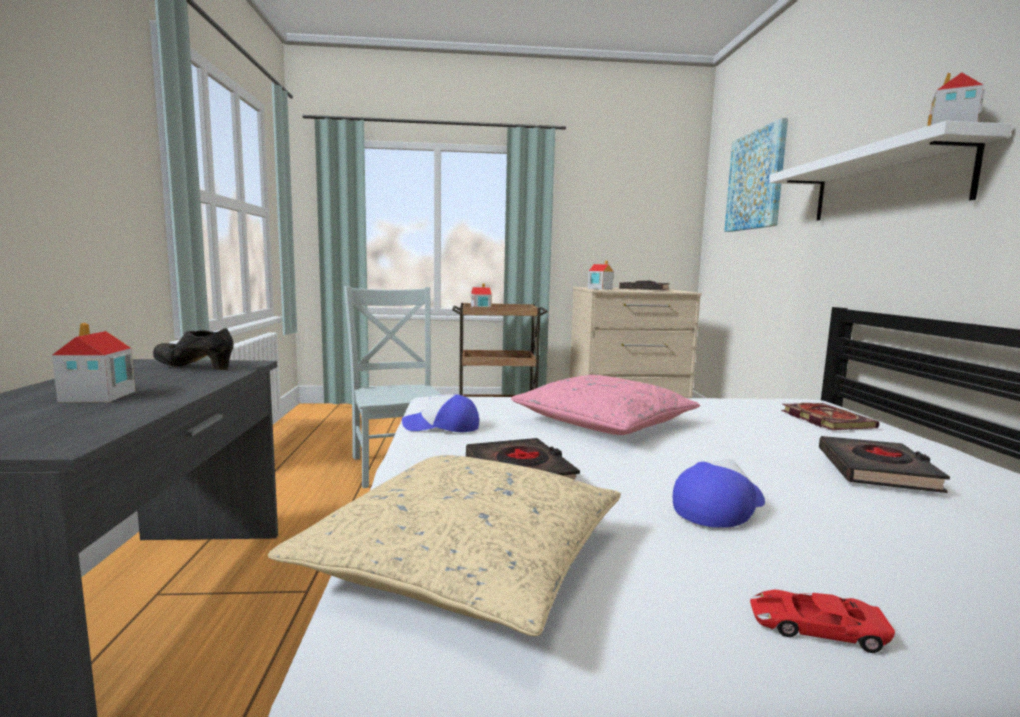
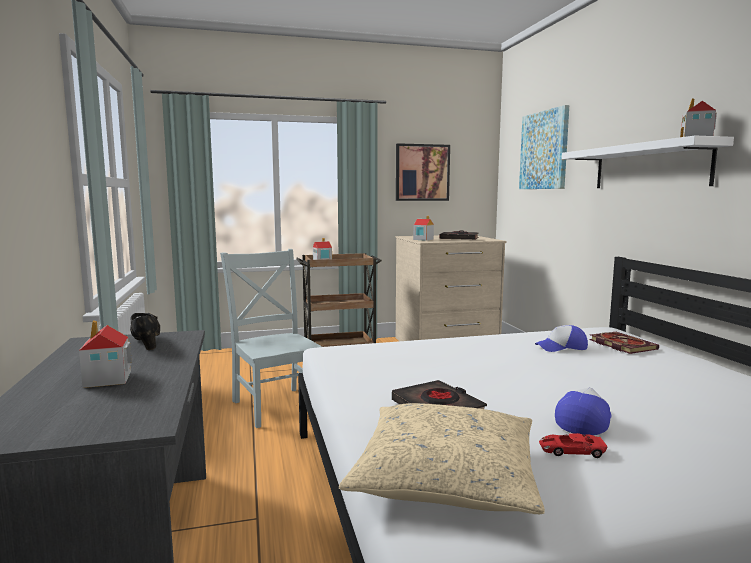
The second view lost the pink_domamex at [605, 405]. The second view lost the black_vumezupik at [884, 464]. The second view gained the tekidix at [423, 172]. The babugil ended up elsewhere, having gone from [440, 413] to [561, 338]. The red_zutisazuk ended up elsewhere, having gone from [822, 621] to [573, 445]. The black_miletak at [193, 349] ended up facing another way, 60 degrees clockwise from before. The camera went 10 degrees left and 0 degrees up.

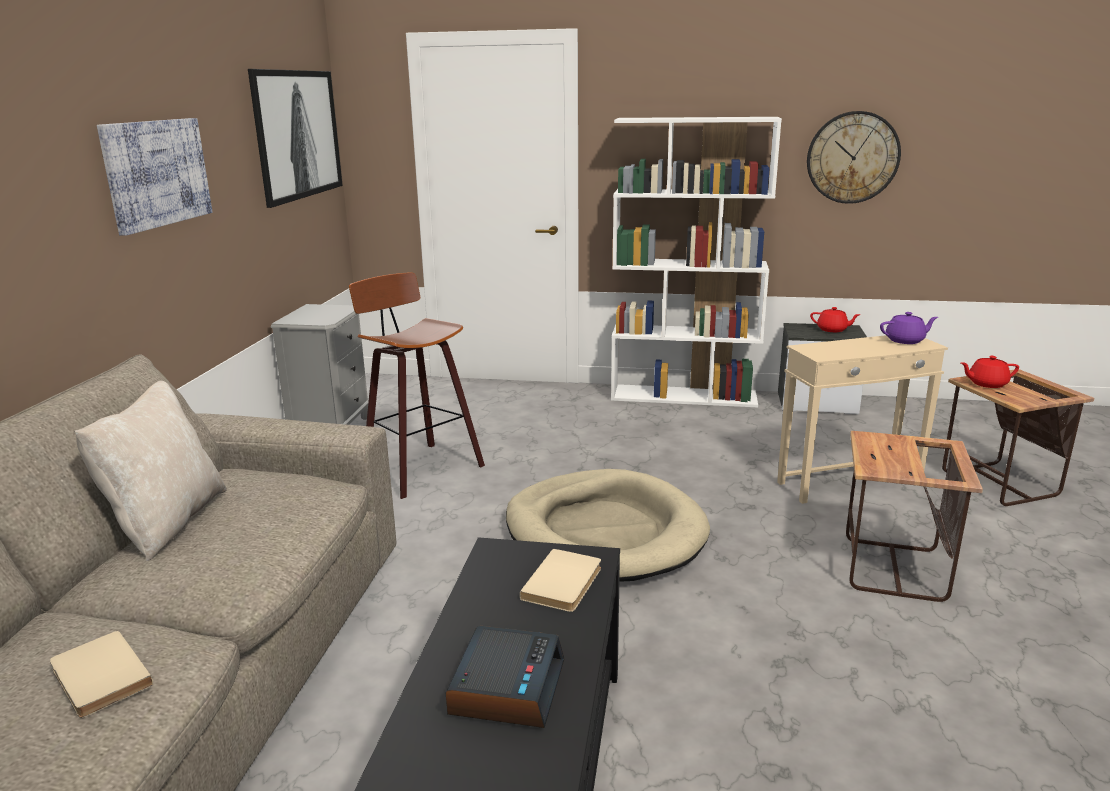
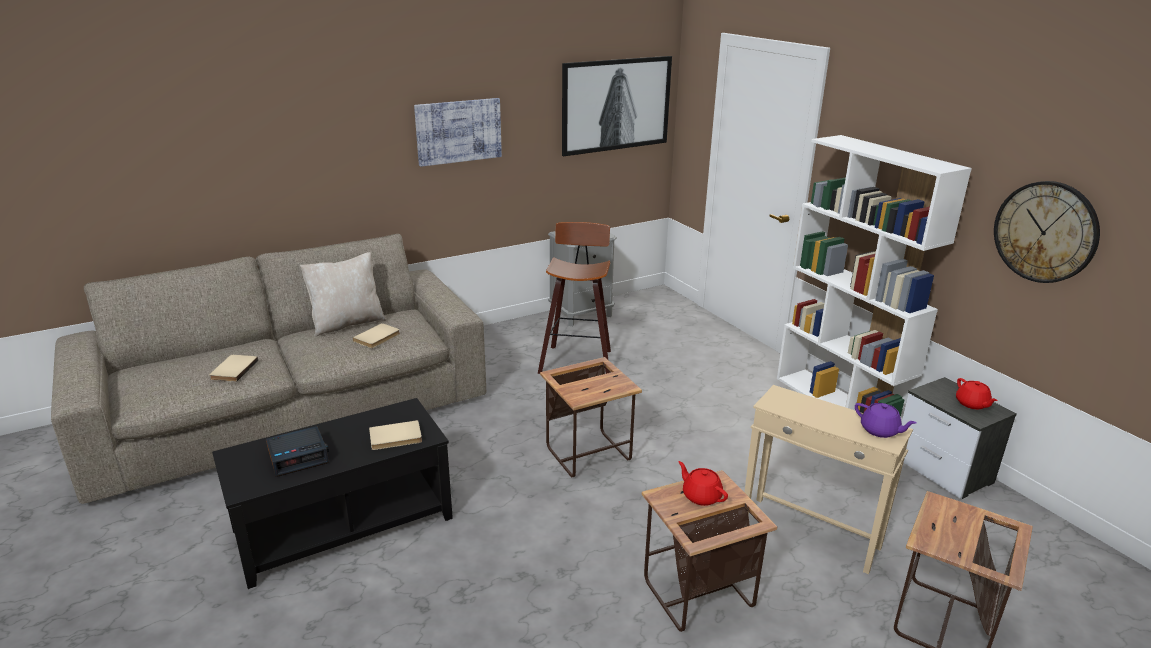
The second view gained the beige_vumezupik at [376, 335]. The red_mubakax ended up elsewhere, having gone from [990, 372] to [703, 483]. Where the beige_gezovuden stood at [608, 525], the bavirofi came to stand at [591, 417]. The camera went 50 degrees right and 5 degrees up.

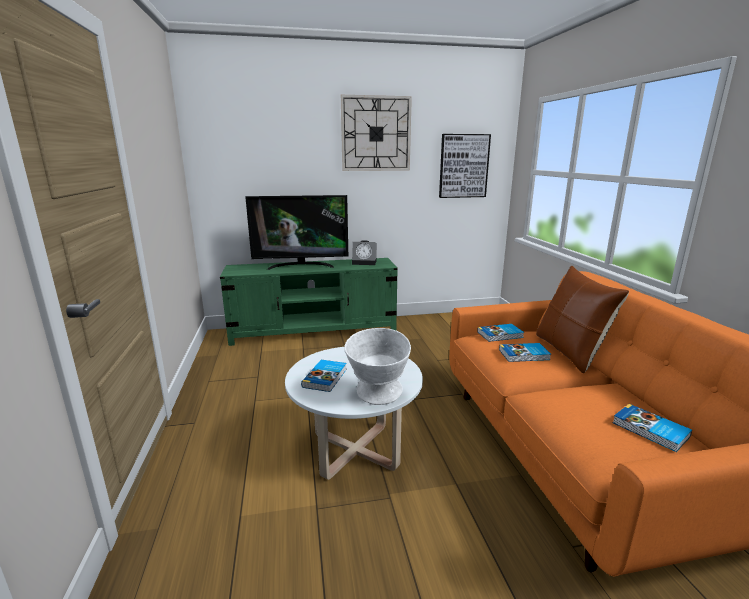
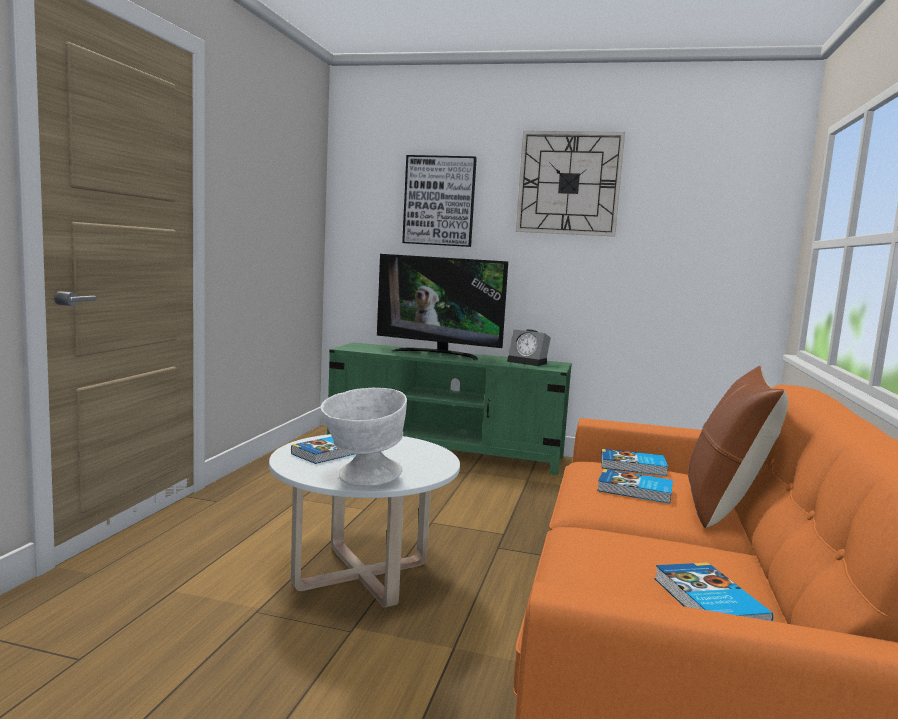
The tekidix ended up elsewhere, having gone from [465, 166] to [439, 201]. The camera went 25 degrees right and 10 degrees down.

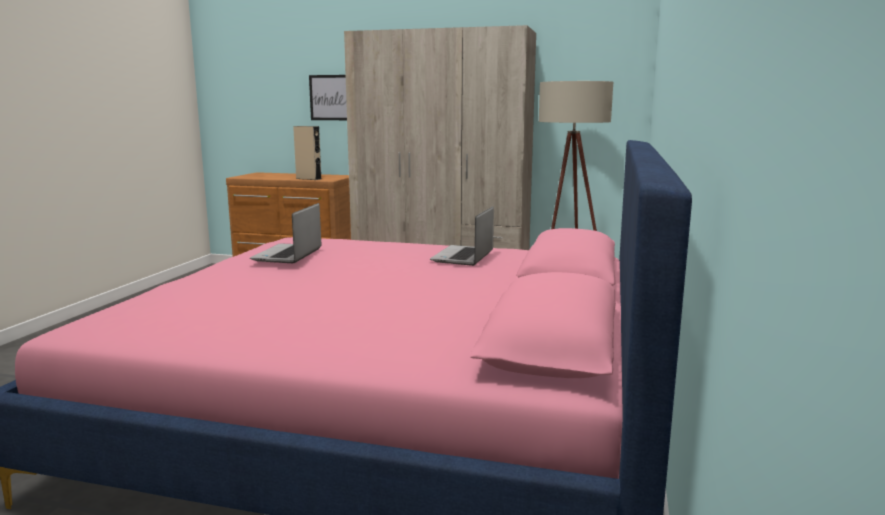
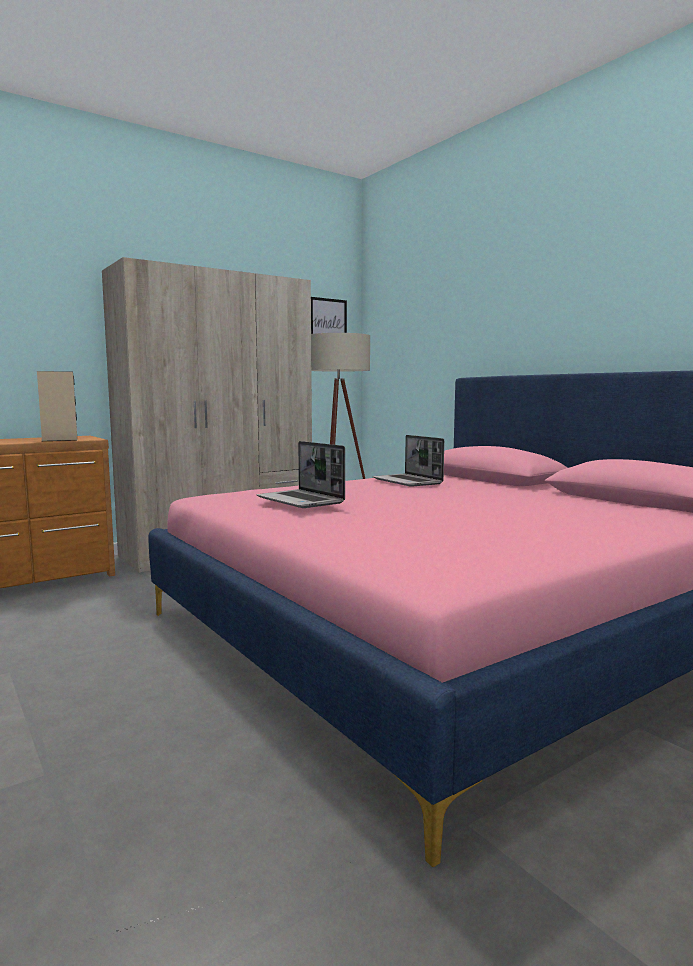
The tekidix ended up elsewhere, having gone from [328, 97] to [329, 315]. The camera went 50 degrees left and 5 degrees down.

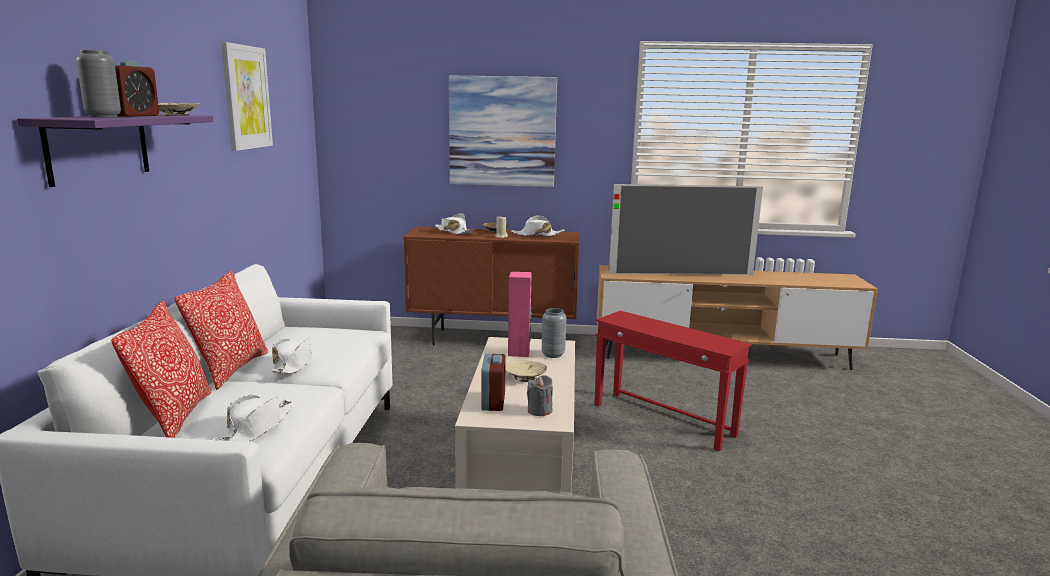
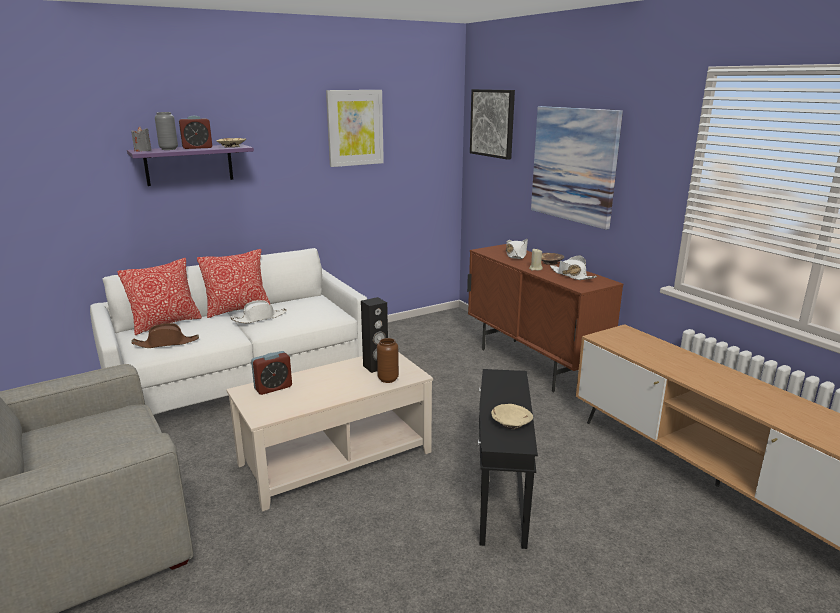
The second view lost the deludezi at [685, 229]. The second view gained the tekidix at [492, 124]. The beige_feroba ended up elsewhere, having gone from [526, 371] to [512, 416]. The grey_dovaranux ended up elsewhere, having gone from [540, 395] to [141, 139]. What was the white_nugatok at [252, 417] turned into the brown_nugatok at [165, 335]. What was the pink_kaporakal at [520, 314] turned into the black_kaporakal at [374, 335]. What was the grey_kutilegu at [554, 333] turned into the brown_kutilegu at [388, 360]. What was the red_bavirofi at [673, 381] turned into the black_bavirofi at [508, 459]. The camera went 55 degrees right and 5 degrees up.

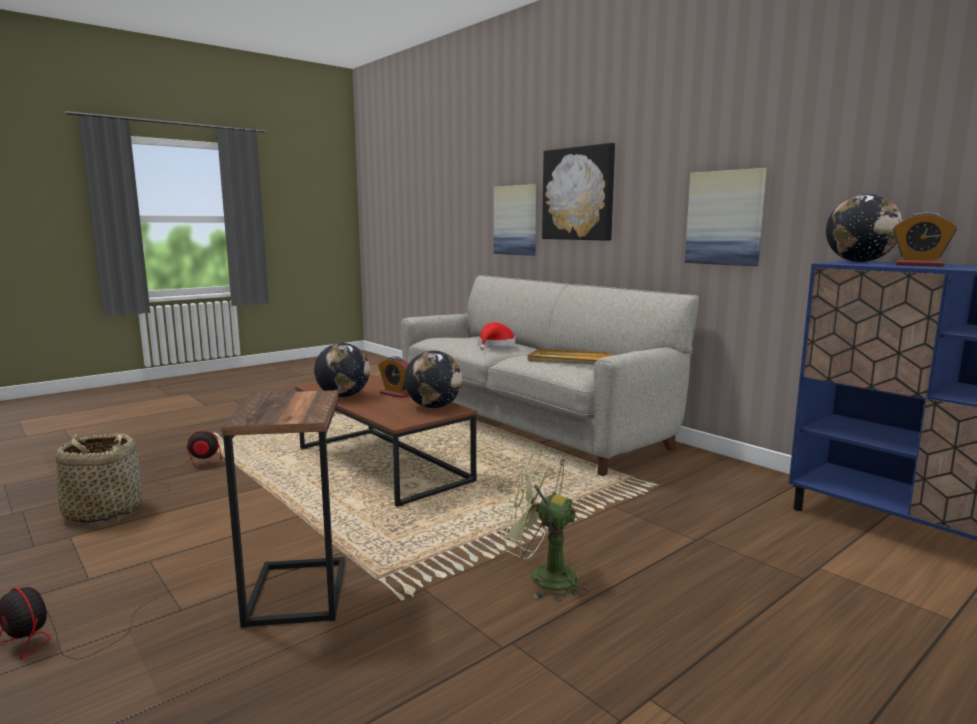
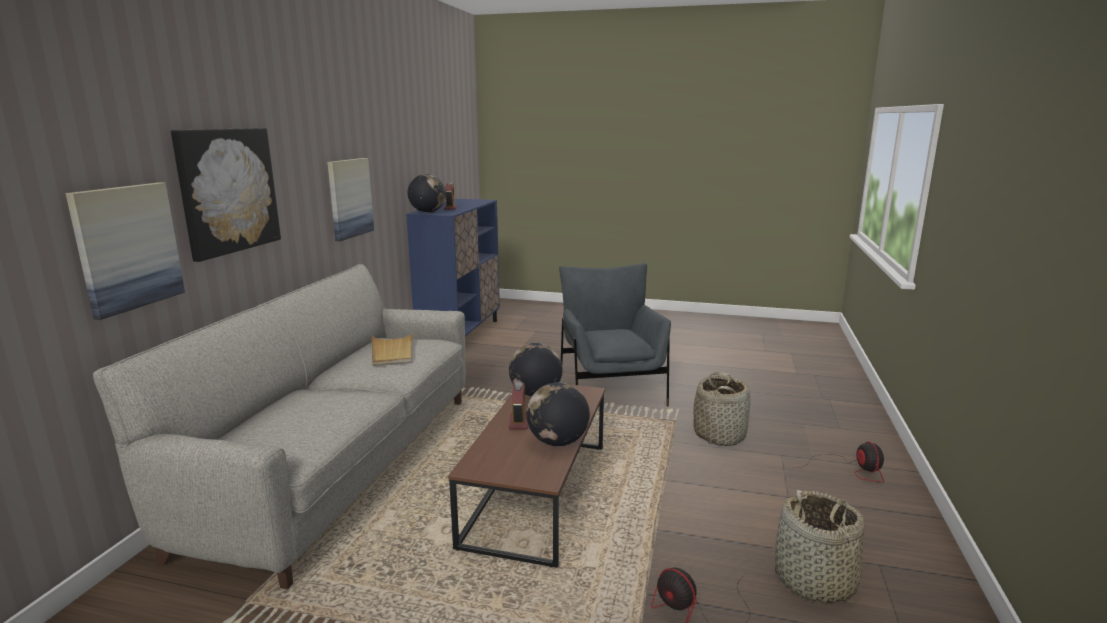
The second view lost the red_nugatok at [496, 336]. Where the bavirofi stood at [283, 509], the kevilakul came to stand at [721, 409]. Where the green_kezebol stood at [545, 526], the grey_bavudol came to stand at [615, 334]. The camera went 125 degrees left and 5 degrees up.

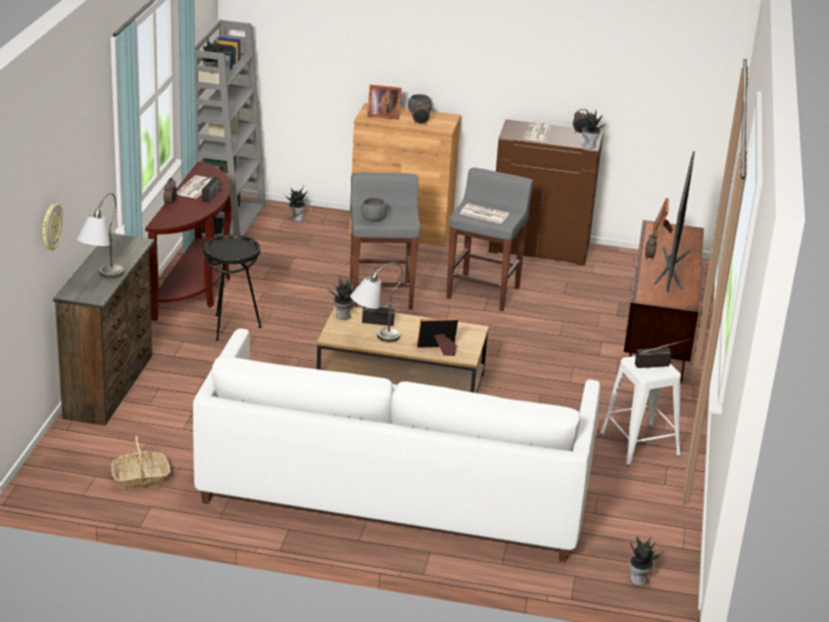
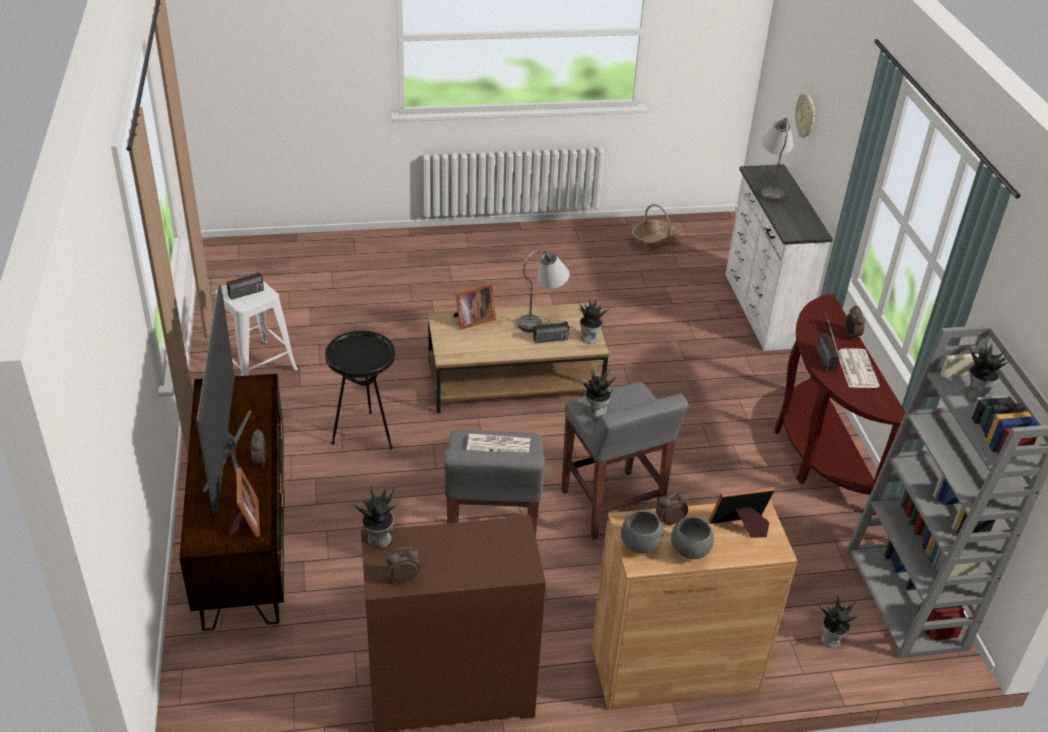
The second view lost the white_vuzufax at [396, 445]. The second view lost the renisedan at [537, 131]. The black_bavirofi ended up elsewhere, having gone from [232, 287] to [360, 390]. The grey_feroba ended up elsewhere, having gone from [374, 210] to [642, 532]. The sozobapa ended up elsewhere, having gone from [646, 560] to [597, 393]. What was the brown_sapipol at [103, 329] turned into the white_sapipol at [779, 257]. The camera went 160 degrees right and 10 degrees up.

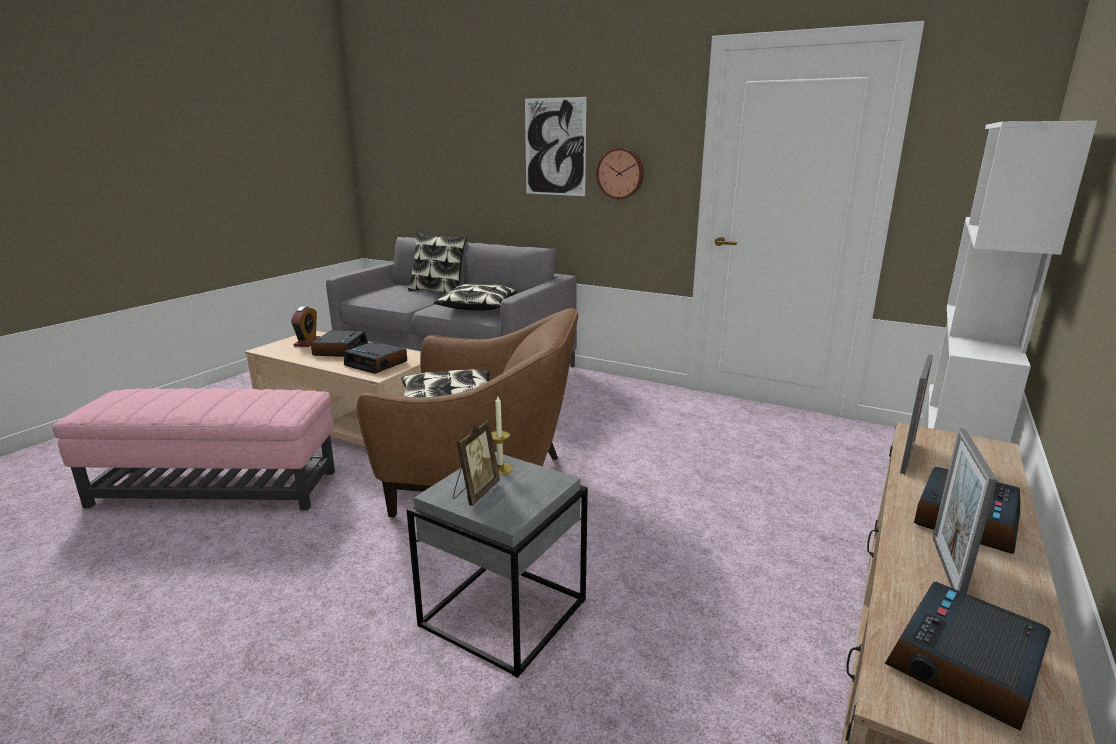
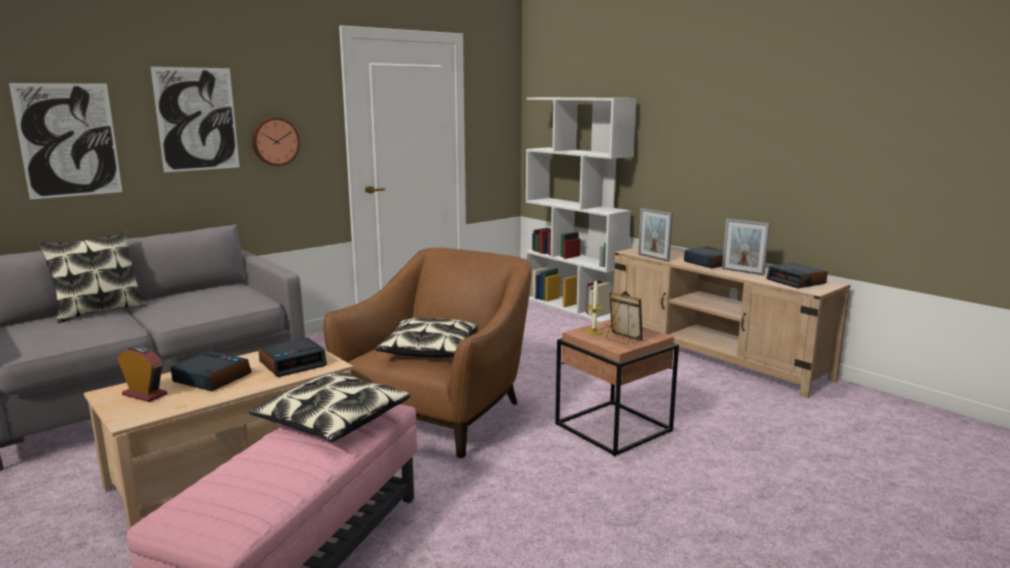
The second view gained the tekidix at [65, 141]. The domamex ended up elsewhere, having gone from [475, 297] to [329, 407]. What was the grey_bavirofi at [497, 565] turned into the brown_bavirofi at [617, 388]. The camera went 70 degrees left and 5 degrees down.

